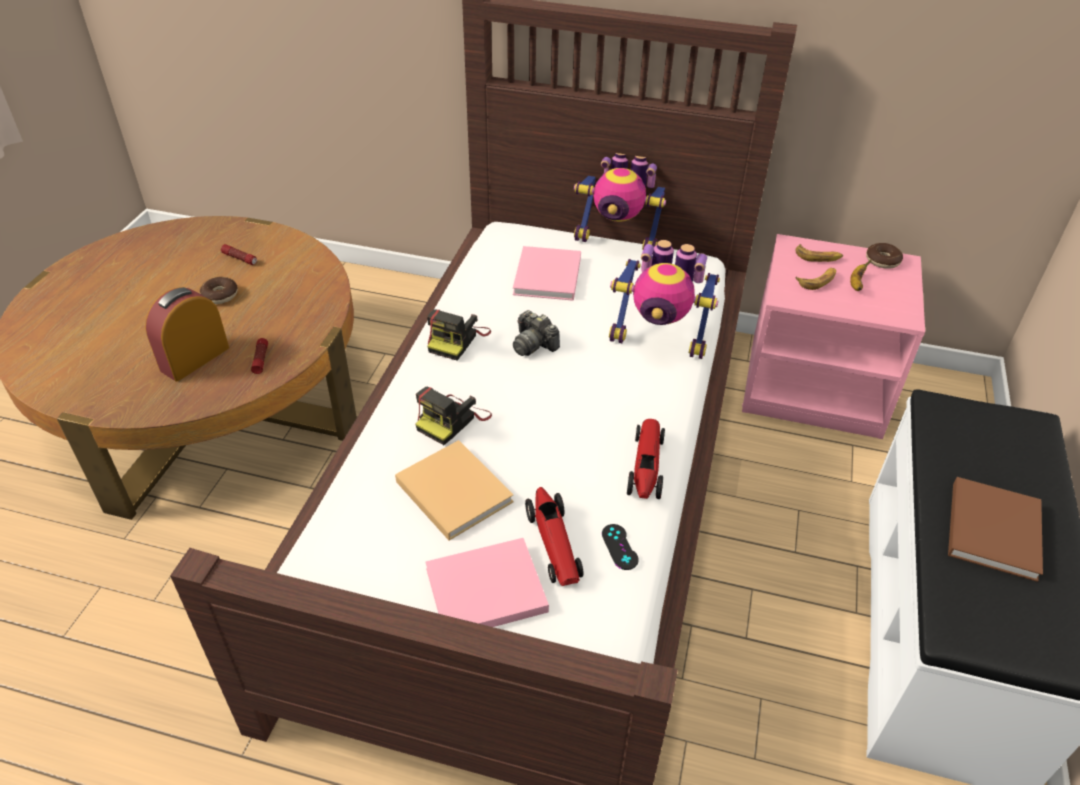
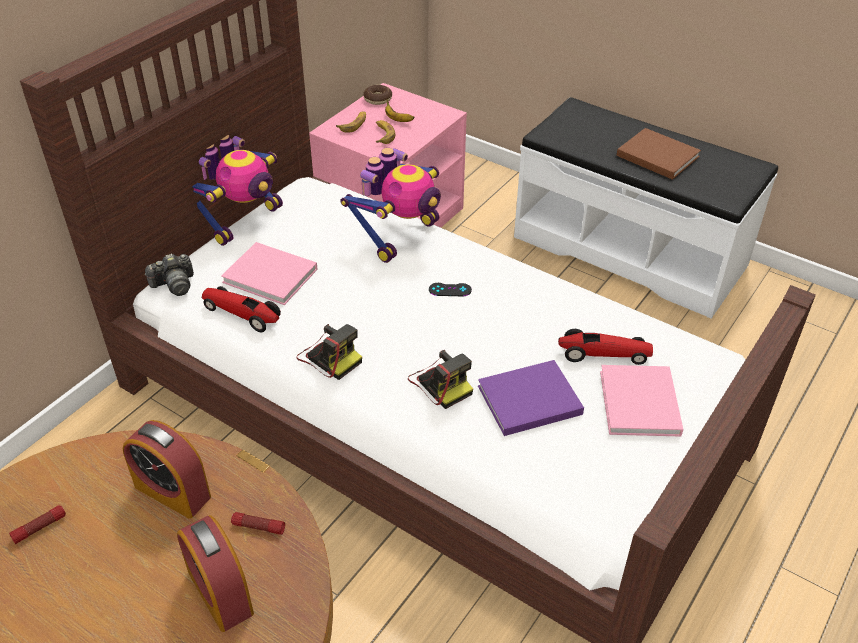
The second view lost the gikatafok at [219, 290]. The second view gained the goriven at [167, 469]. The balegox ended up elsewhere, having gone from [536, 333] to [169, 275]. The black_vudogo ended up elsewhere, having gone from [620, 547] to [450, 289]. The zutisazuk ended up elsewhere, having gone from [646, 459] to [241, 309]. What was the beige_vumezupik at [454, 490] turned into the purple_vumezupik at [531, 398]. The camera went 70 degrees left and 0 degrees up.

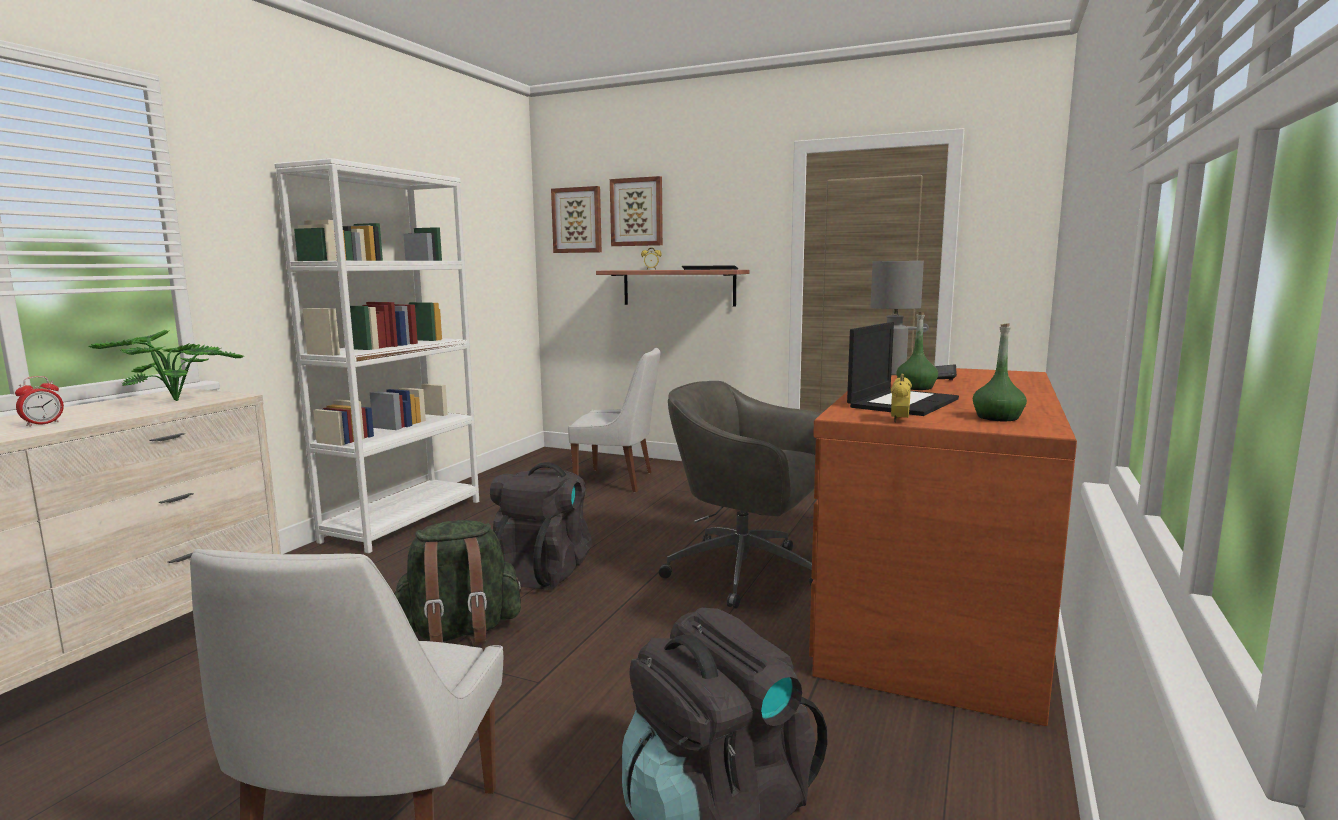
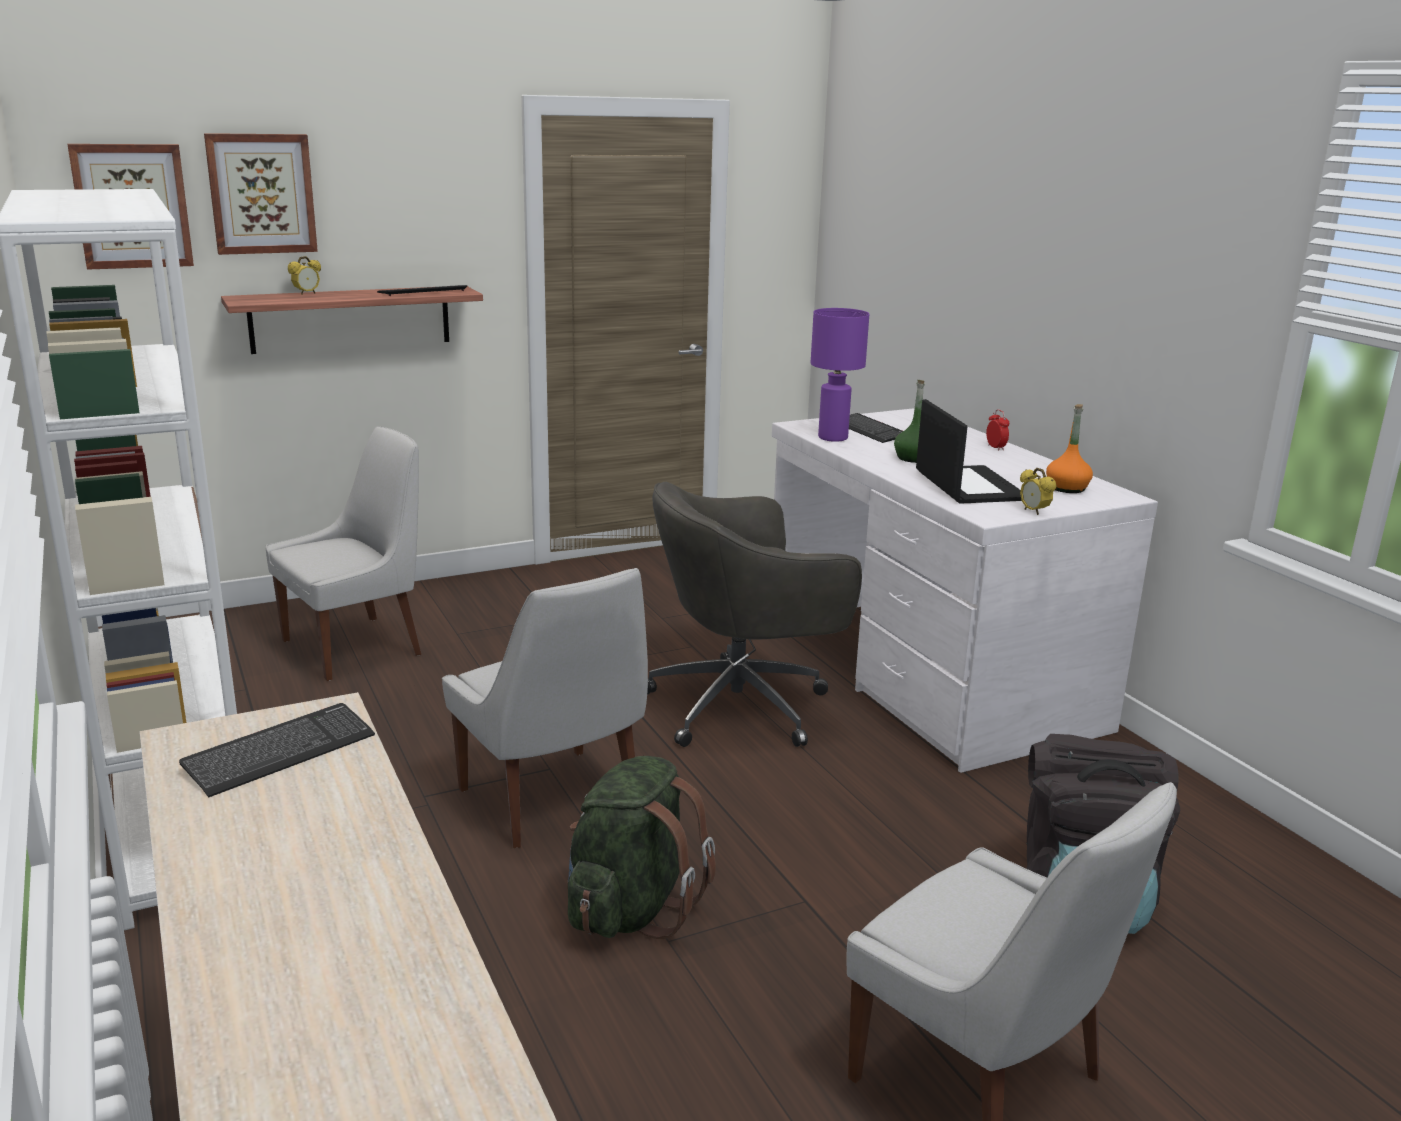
The goriven ended up elsewhere, having gone from [39, 401] to [997, 429]. Where the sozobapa stood at [166, 365], the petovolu came to stand at [277, 750]. Where the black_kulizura stood at [541, 526], the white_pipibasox came to stand at [545, 708]. What was the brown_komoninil at [943, 547] turned into the white_komoninil at [965, 590]. What was the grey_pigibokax at [897, 318] turned into the purple_pigibokax at [840, 375]. What was the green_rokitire at [1000, 372] turned into the orange_rokitire at [1069, 448]. The camera went 50 degrees left and 10 degrees up.

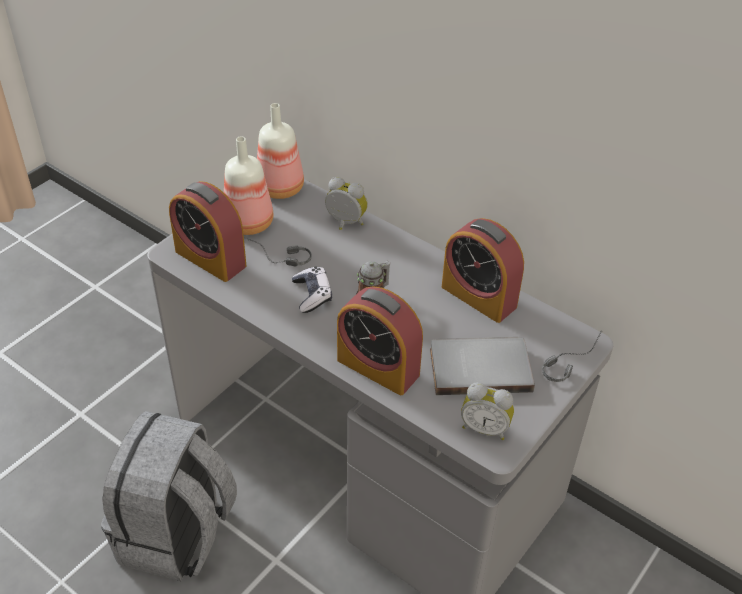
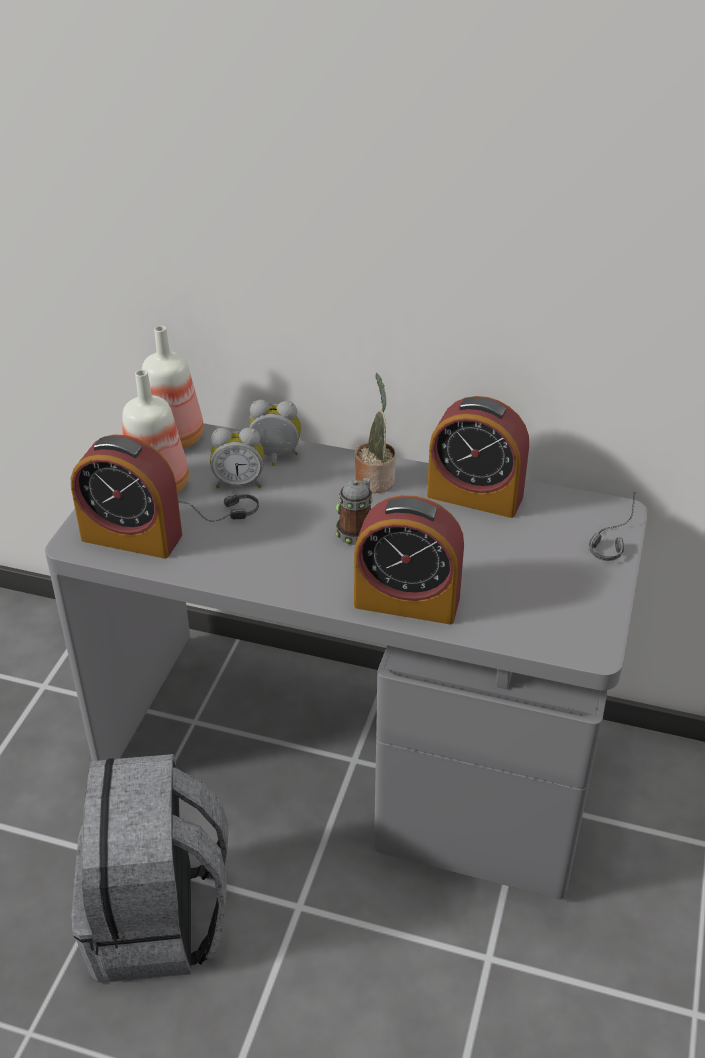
The second view lost the vudogo at [312, 289]. The second view lost the grey_vumezupik at [482, 366]. The second view gained the sozobapa at [375, 433]. The goriven ended up elsewhere, having gone from [487, 411] to [237, 457]. The camera went 20 degrees left and 5 degrees down.

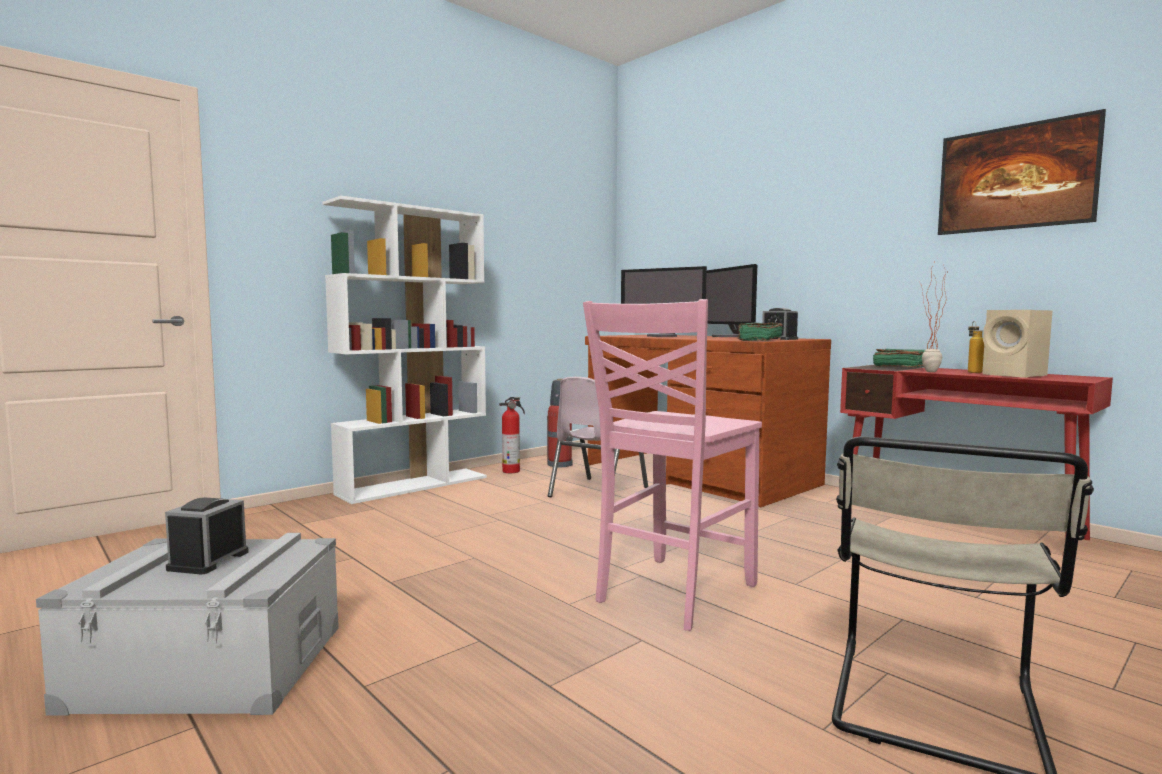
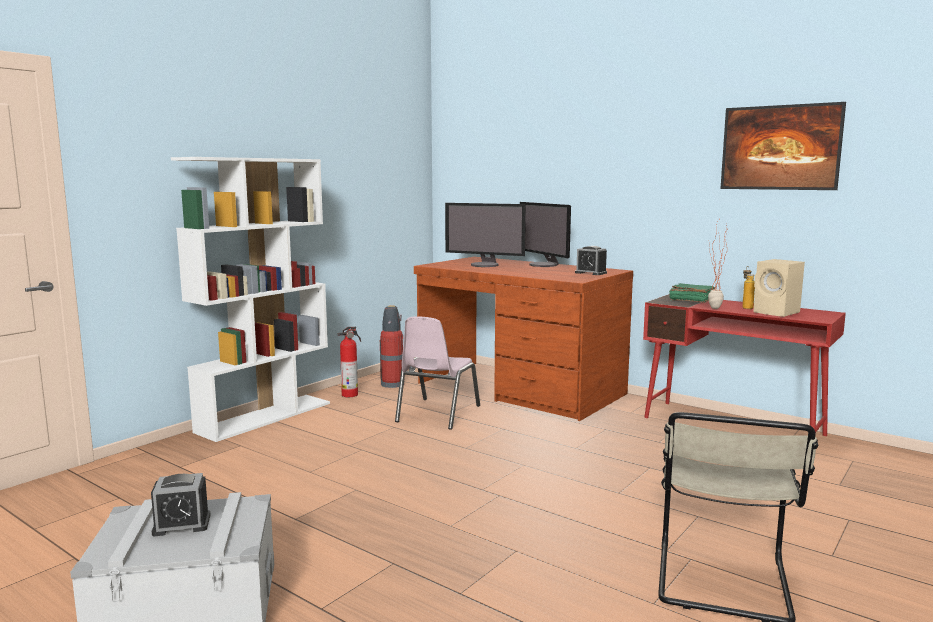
The second view lost the pink_pipibasox at [672, 465]. The second view lost the green_vumezupik at [760, 331]. The goriven at [207, 535] ended up facing another way, 105 degrees counterclockwise from before. The camera went 10 degrees left and 5 degrees up.

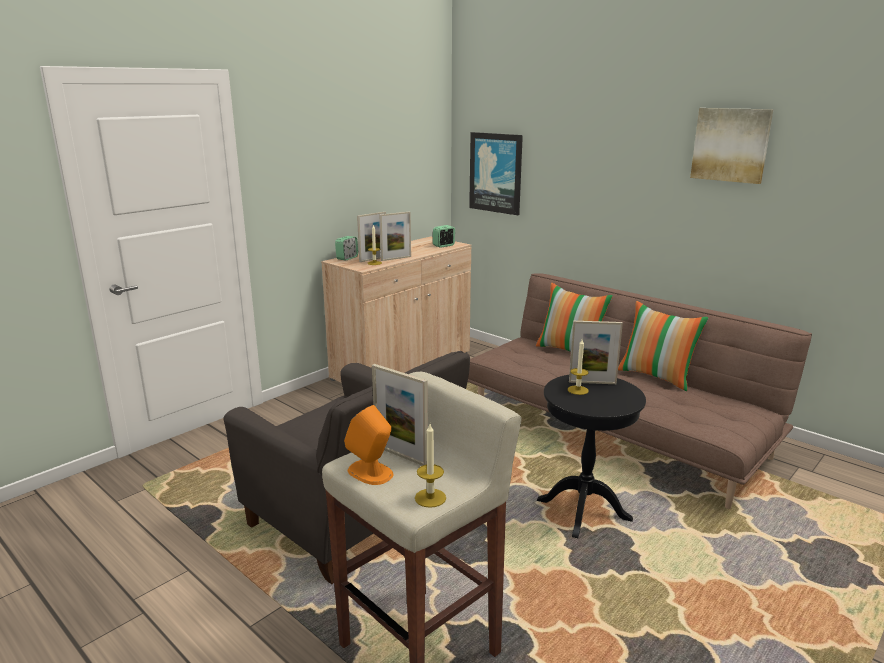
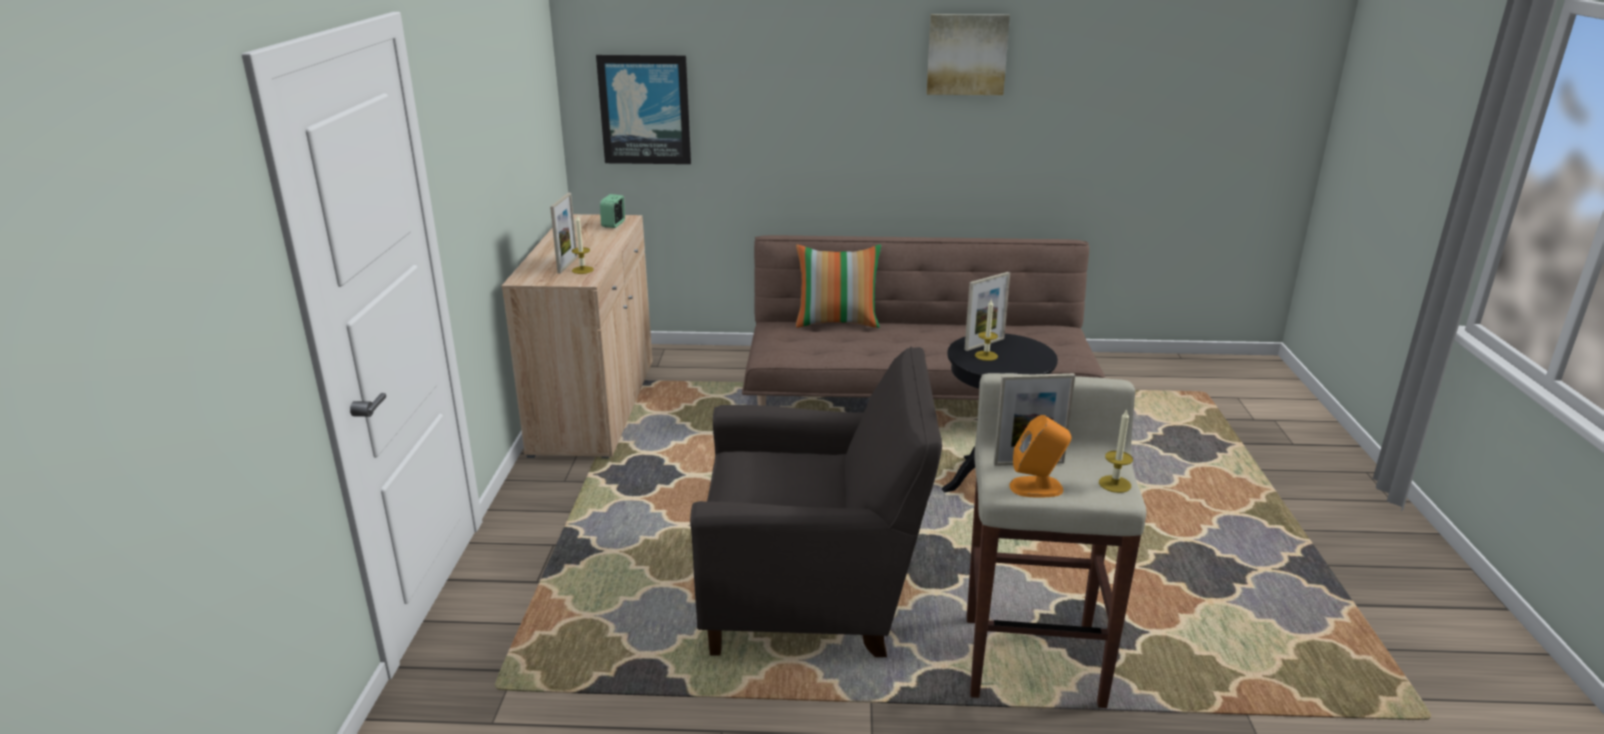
The second view lost the goriven at [346, 248]. The second view lost the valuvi at [395, 236]. The second view lost the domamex at [663, 346]. The camera went 40 degrees left and 5 degrees up.

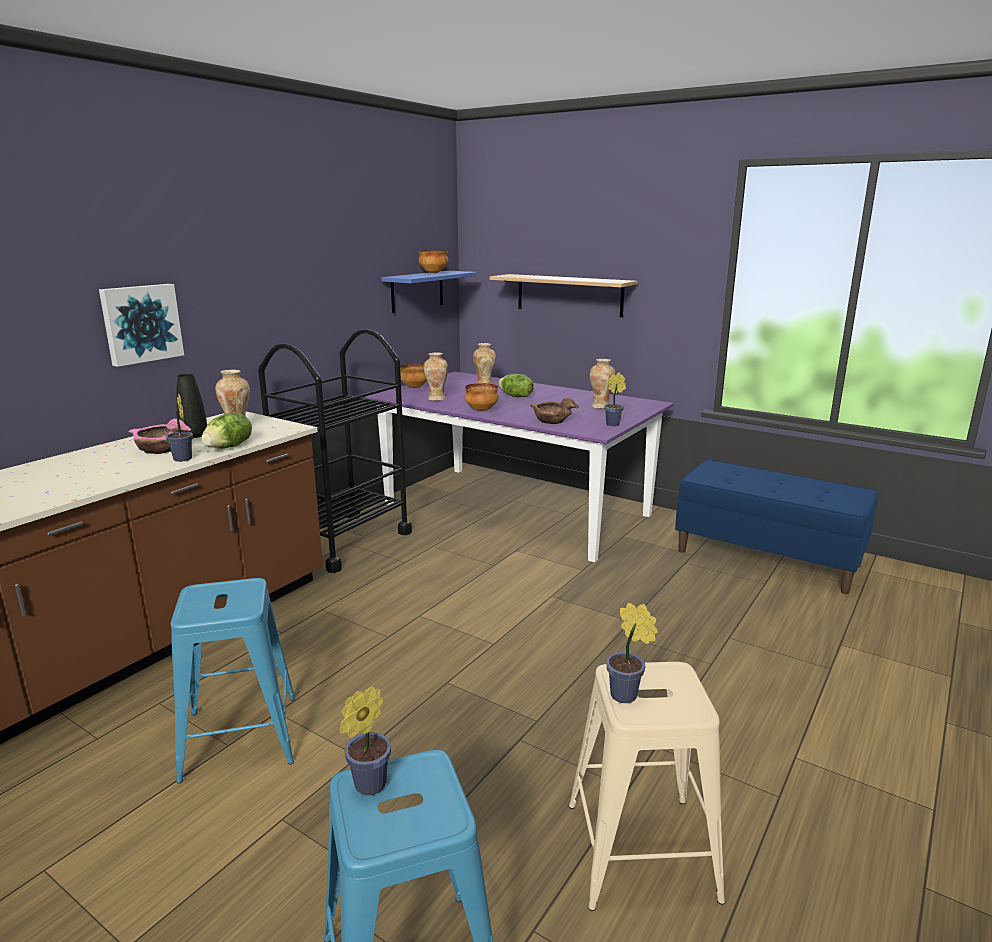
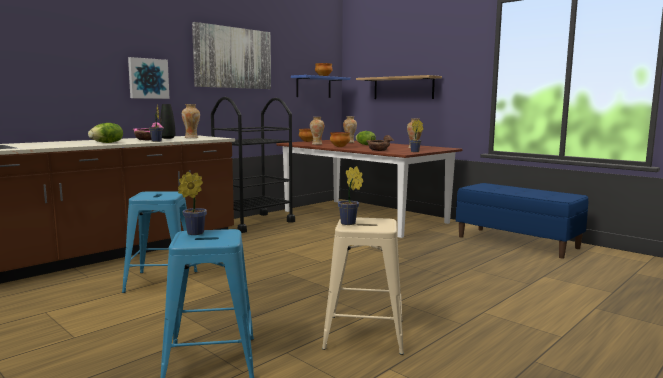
The second view gained the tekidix at [231, 55]. The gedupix ended up elsewhere, having gone from [227, 431] to [105, 133]. What was the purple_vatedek at [519, 467] turned into the brown_vatedek at [369, 189]. The camera went 10 degrees right and 10 degrees down.

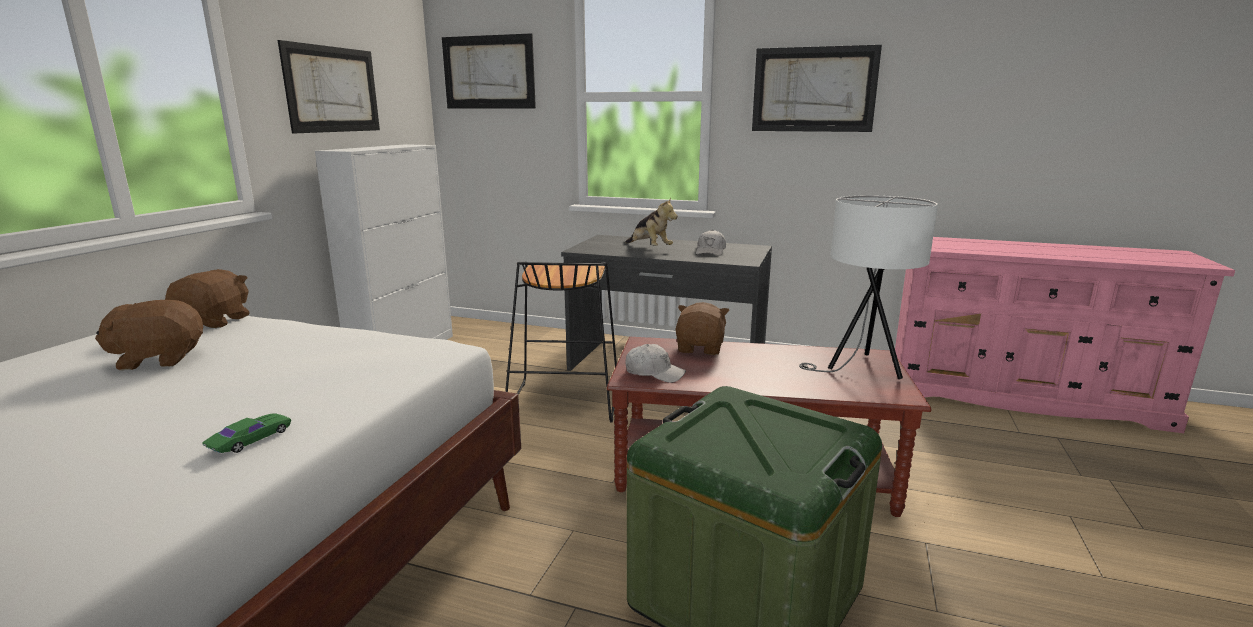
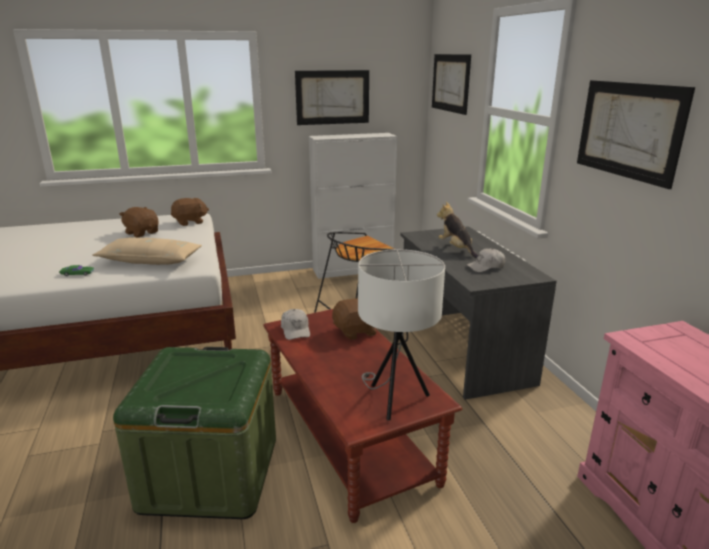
The second view gained the beige_domamex at [147, 251]. The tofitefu at [651, 221] ended up facing another way, 135 degrees clockwise from before. The camera went 55 degrees right and 5 degrees up.

